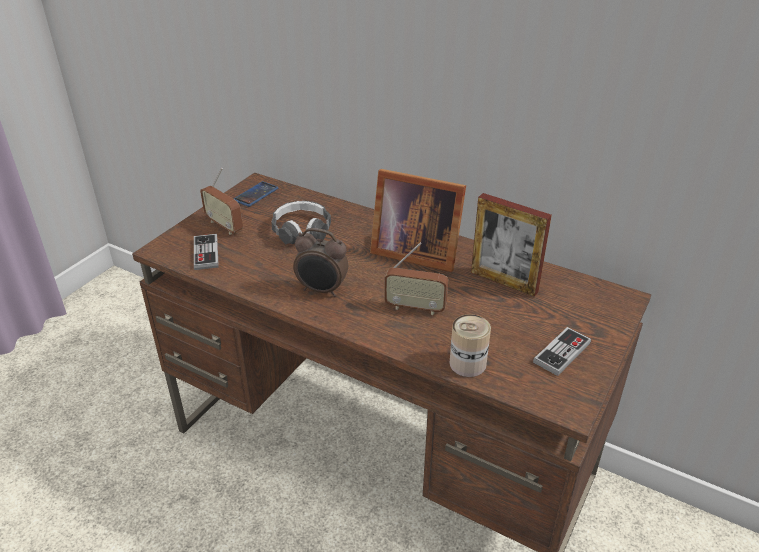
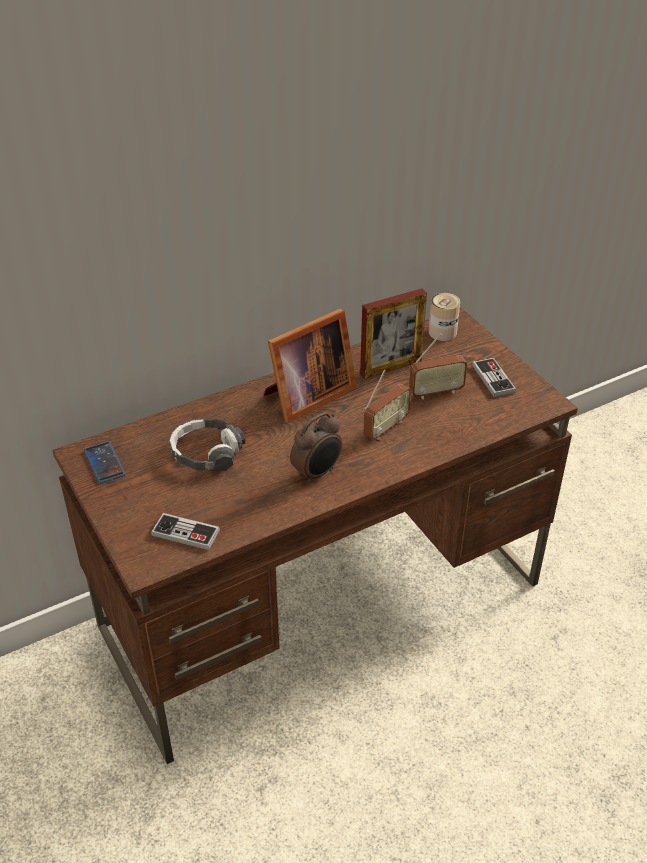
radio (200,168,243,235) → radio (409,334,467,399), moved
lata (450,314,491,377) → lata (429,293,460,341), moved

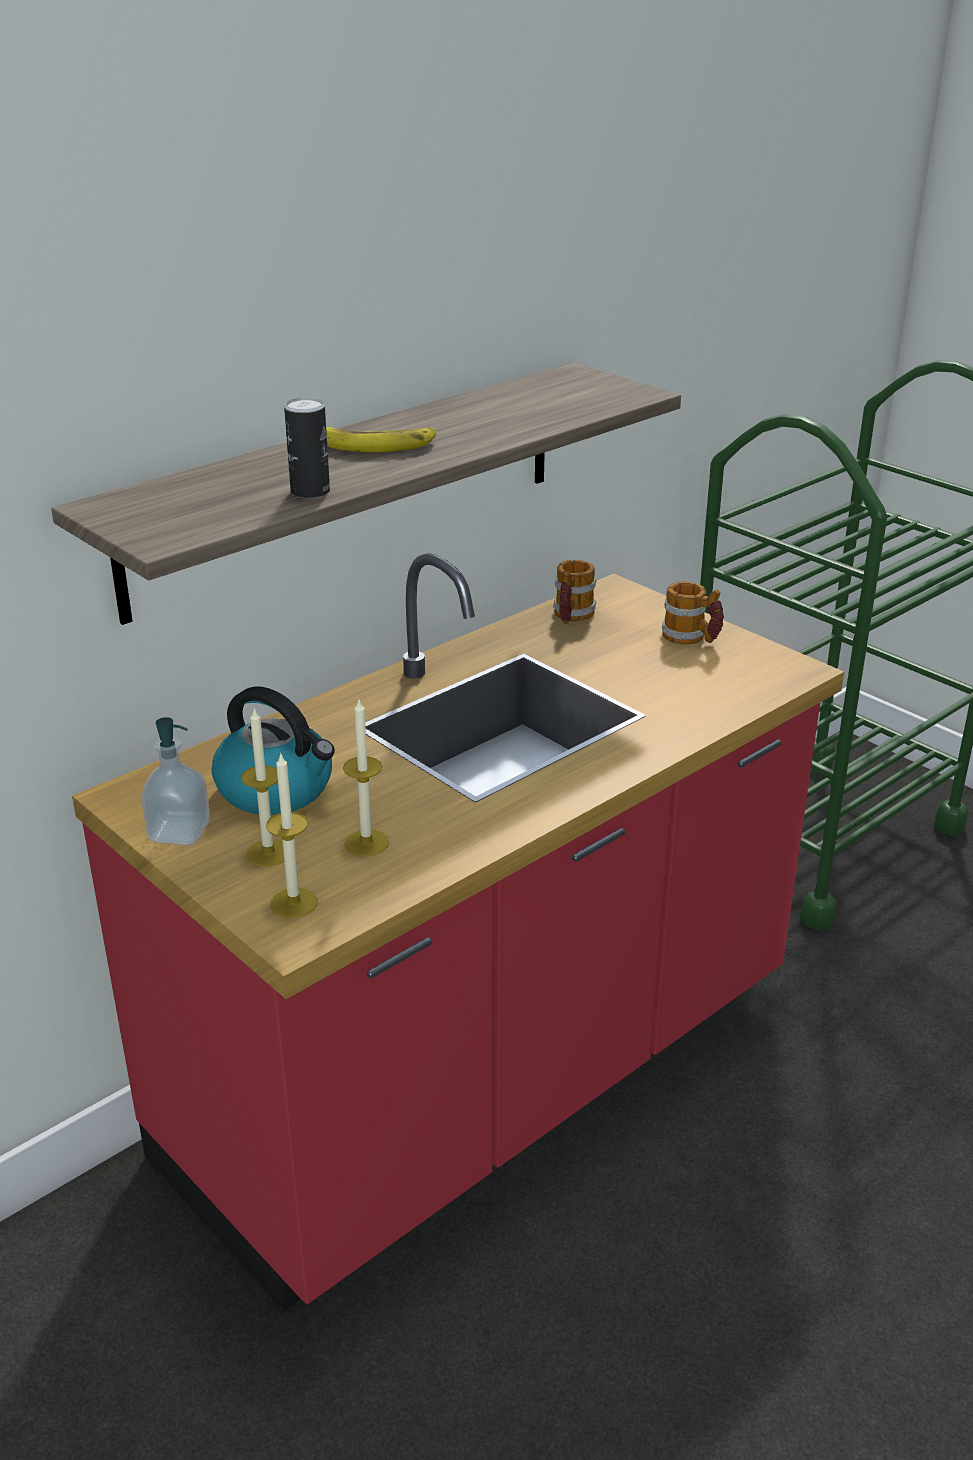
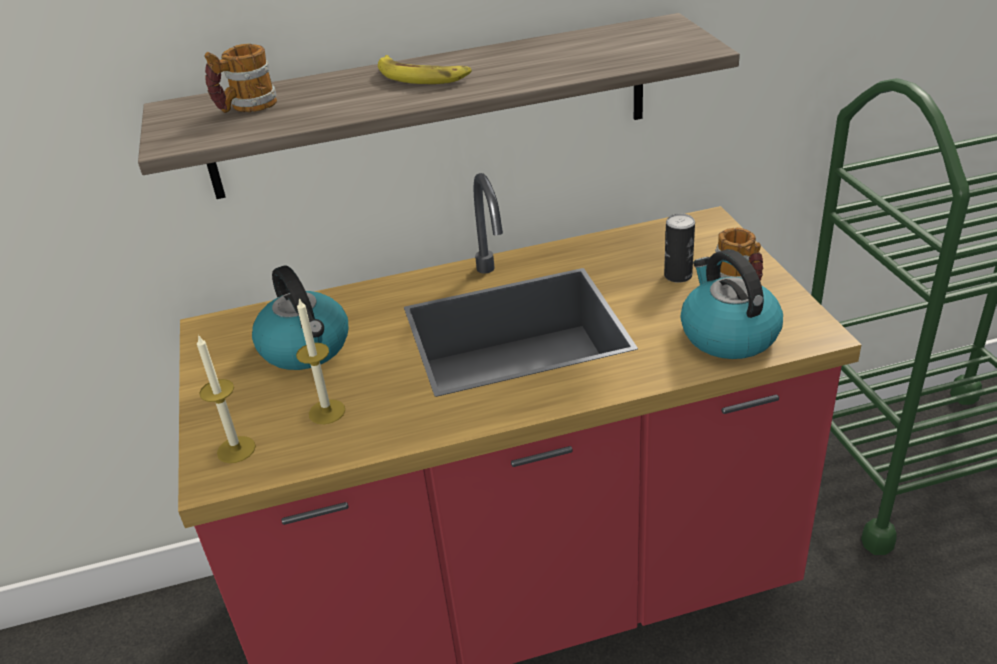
dispensador de jabón (141,717,210,845) → -
vela (241,707,284,867) → -
lata (284,398,330,498) → lata (664,214,695,283), moved
taza grande (553,560,597,624) → taza grande (204,44,277,113), moved
- → hervidor (680,249,783,359)

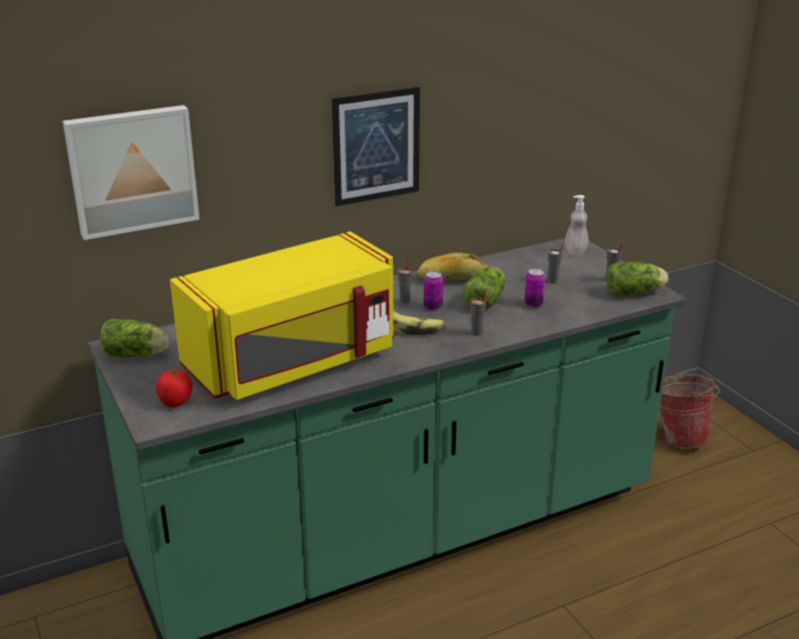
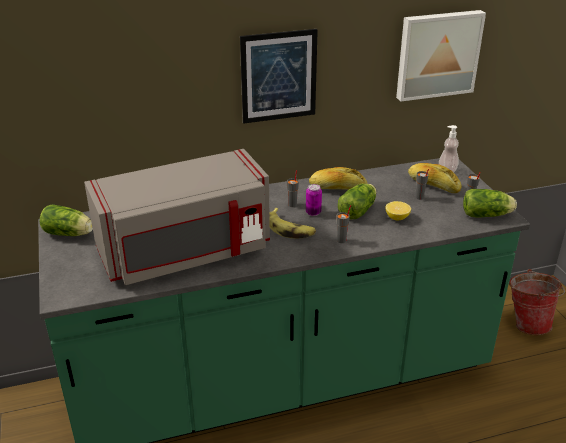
cuadro (63,105,200,240) → cuadro (396,10,486,102), moved
tomate (156,369,193,408) → -
microondas [amarillo] (170,231,394,400) → microondas [gris] (84,149,270,285)
lata (524,269,545,308) → limón (386,201,411,220)
- → pan (408,163,461,193)

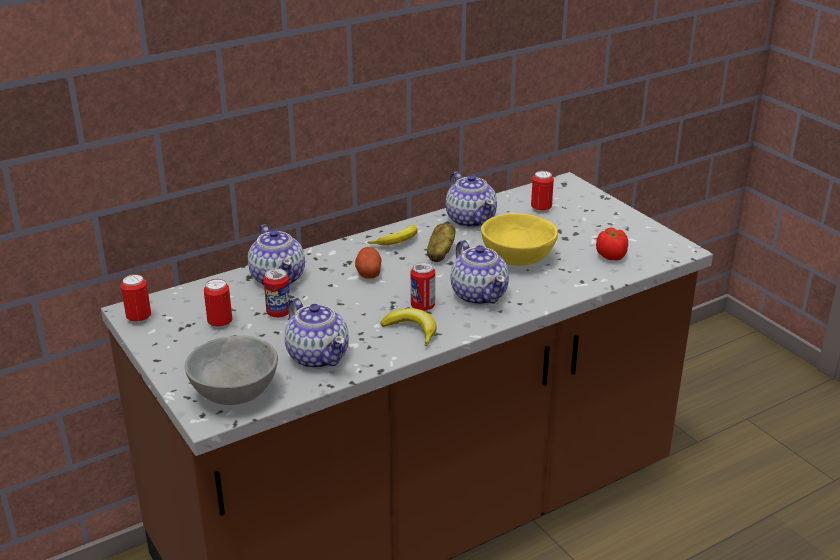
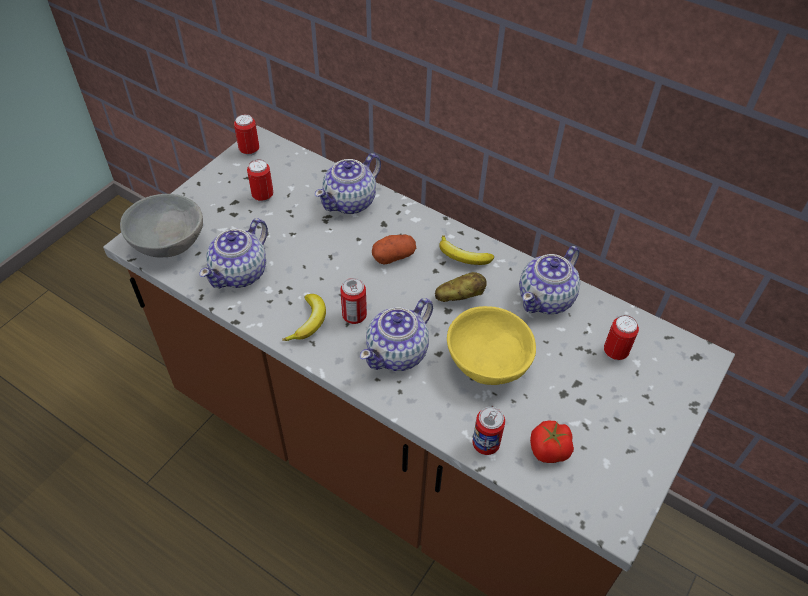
lata (264,268,290,318) → lata (472,407,505,455), moved

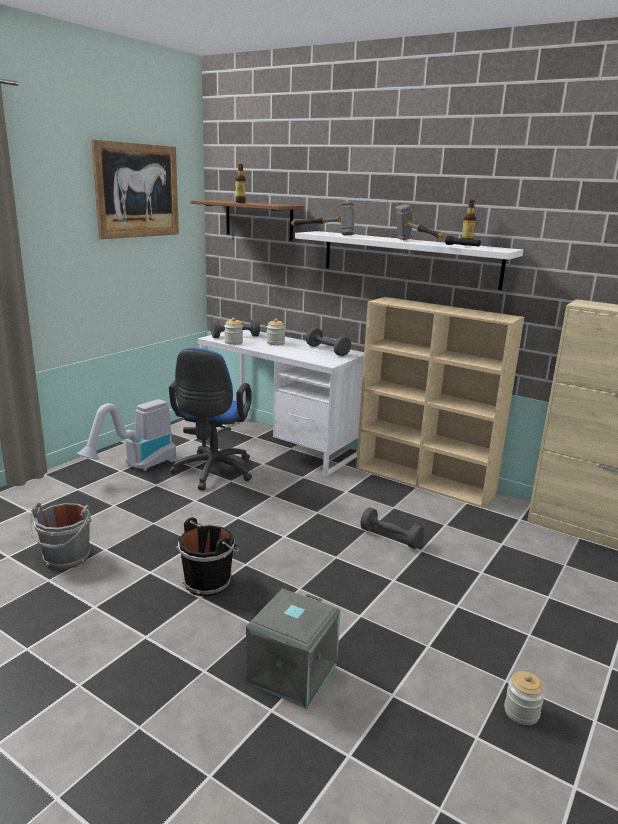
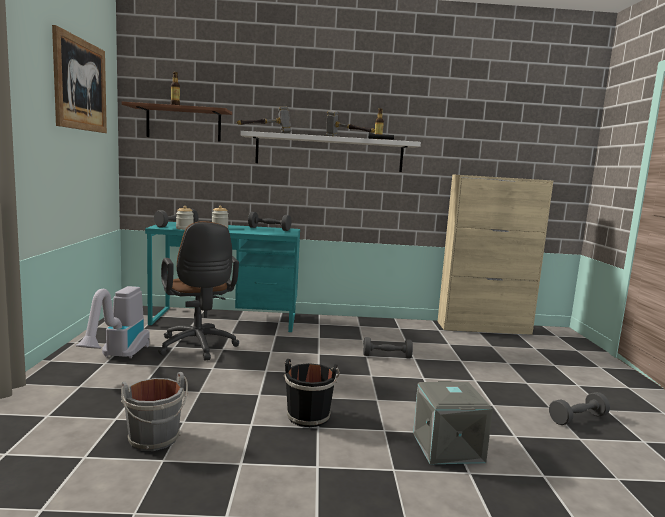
silla de oficina [azul] (169,347,252,490) → silla de oficina [marrón] (158,221,239,360)
escritorio [blanco] (198,330,364,477) → escritorio [turquesa] (145,222,300,332)
estantería [beis] (356,297,524,508) → -
tarro (504,671,545,725) → mancuerna [gris] (549,392,610,425)

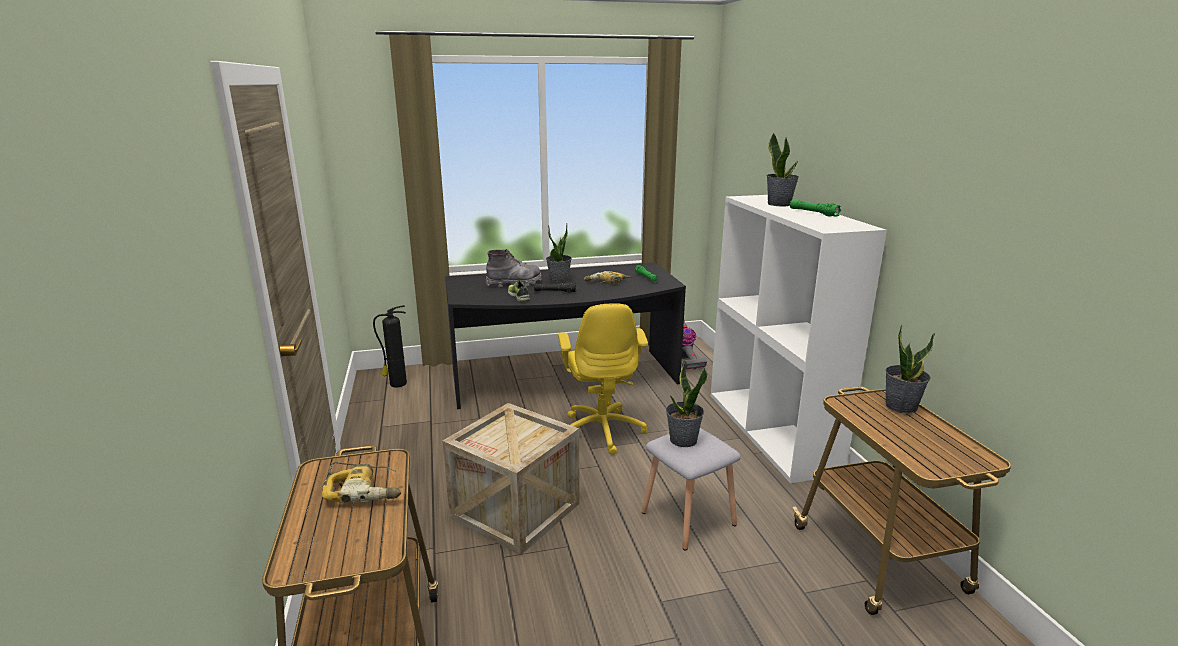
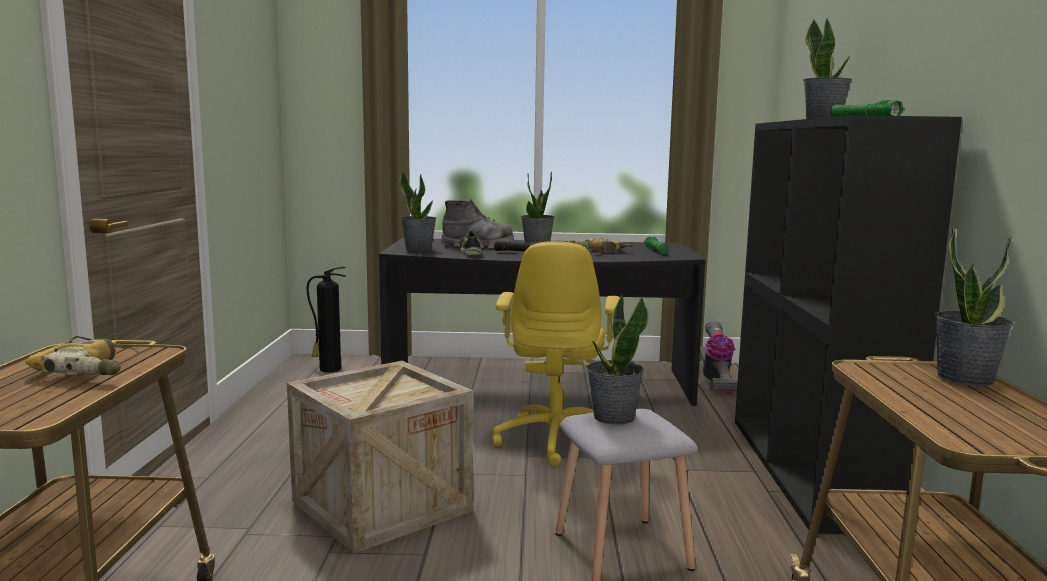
estantería [blanco] (711,195,887,483) → estantería [negro] (735,115,962,534)
- → planta en maceta (400,170,437,251)

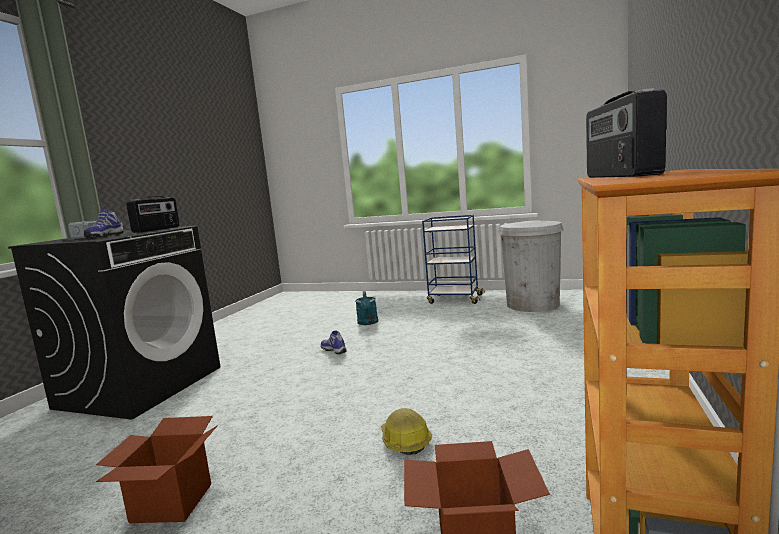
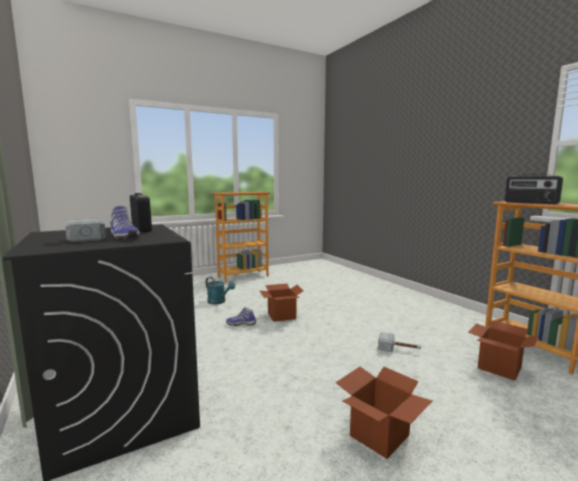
casco (381,408,432,455) → martillo (378,332,421,352)
carrito [azul] (422,215,485,304) → estantería (212,192,271,283)
papelera [blanco] (498,221,564,312) → -
- → caja de cartón (260,283,303,322)

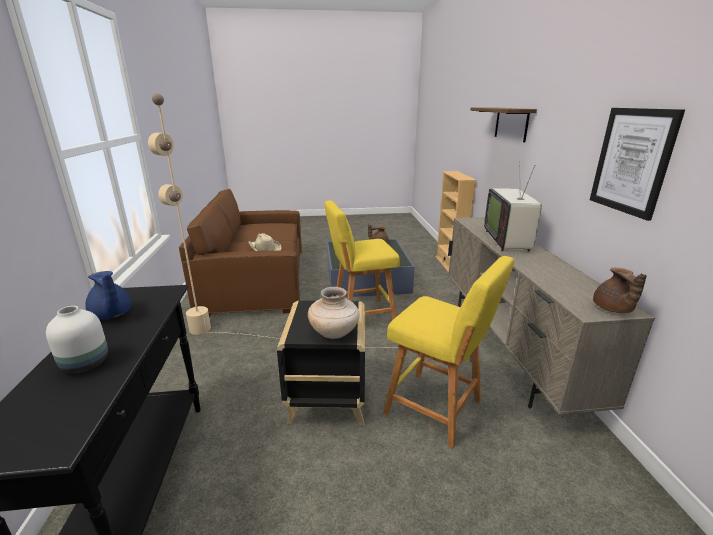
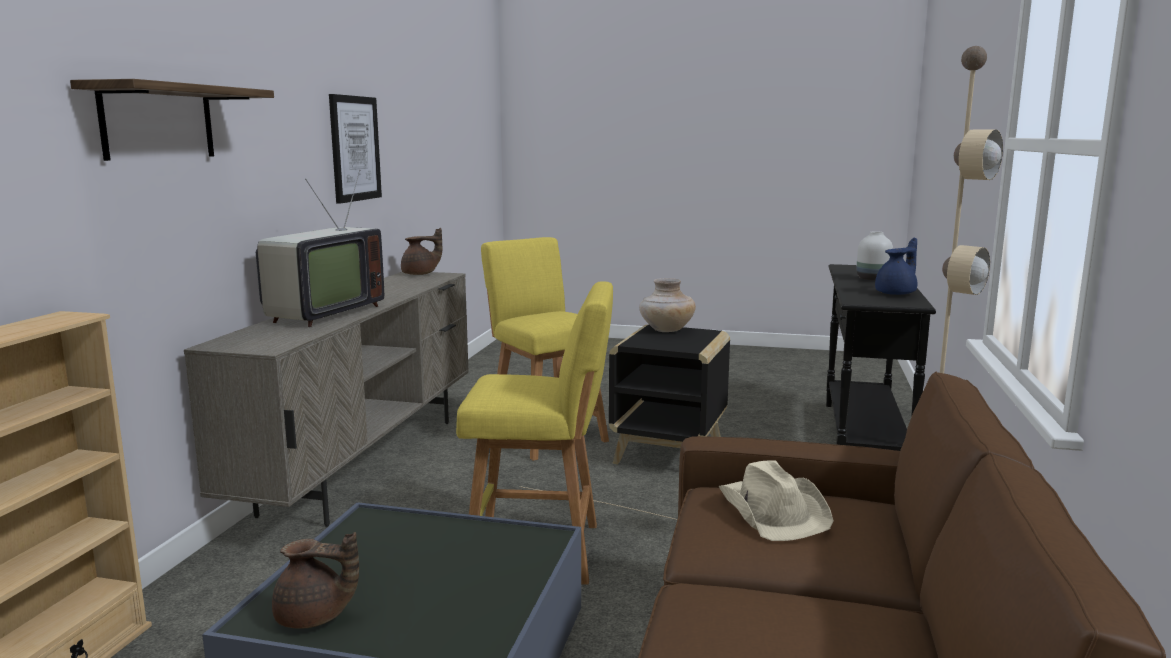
tetera [azul] (85,271,131,320) → tetera [azul] (875,238,917,295), 75 degrees clockwise
tetera [marrón] (593,268,647,313) → tetera [marrón] (401,228,442,275), 45 degrees clockwise

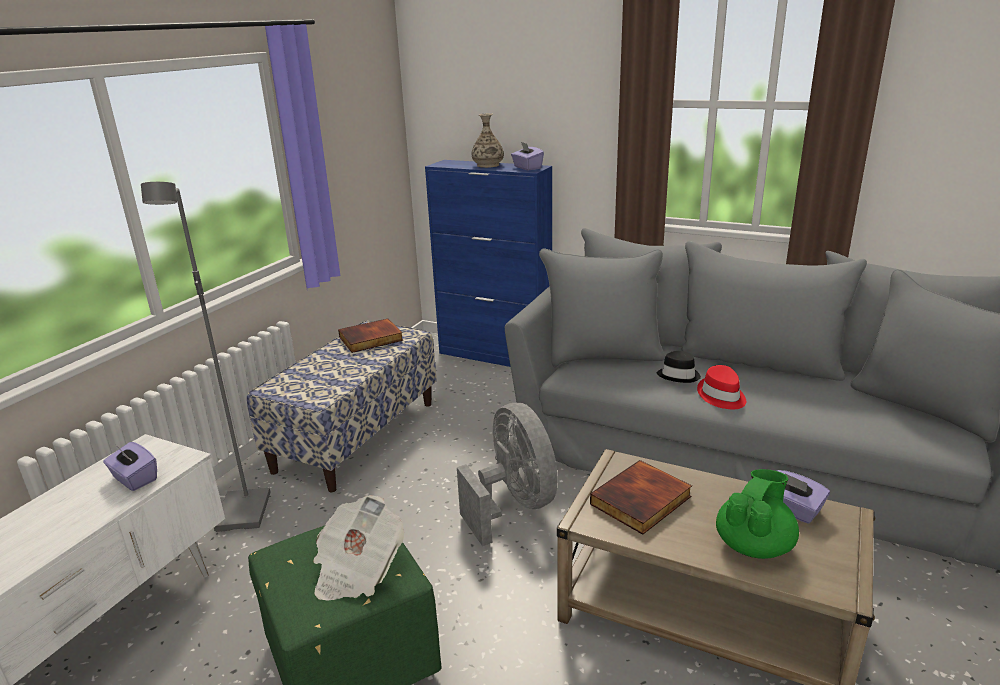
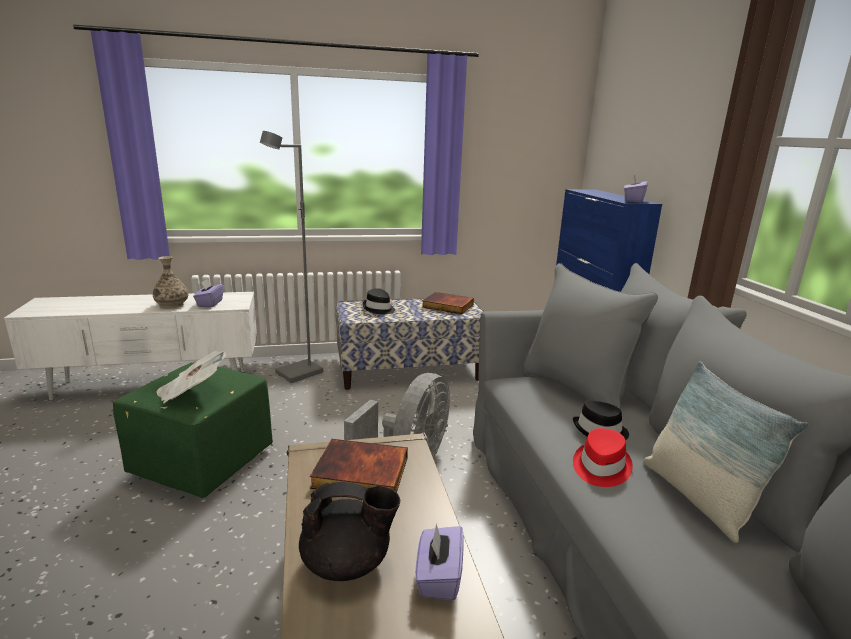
florero (471,113,504,168) → florero (153,256,188,308), moved
tetera [verde] (716,469,799,559) → tetera [negro] (299,482,400,581)
- → sombrero [negro] (362,288,395,314)
- → cojín (643,362,808,543)

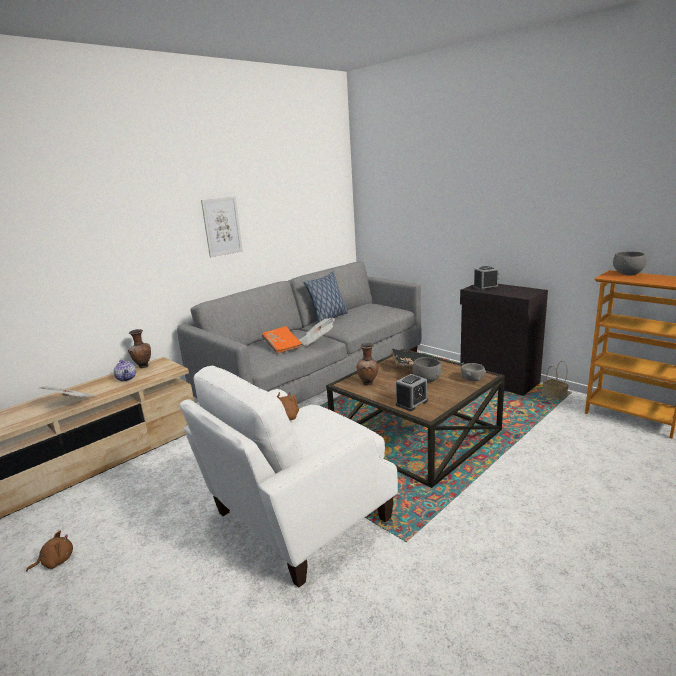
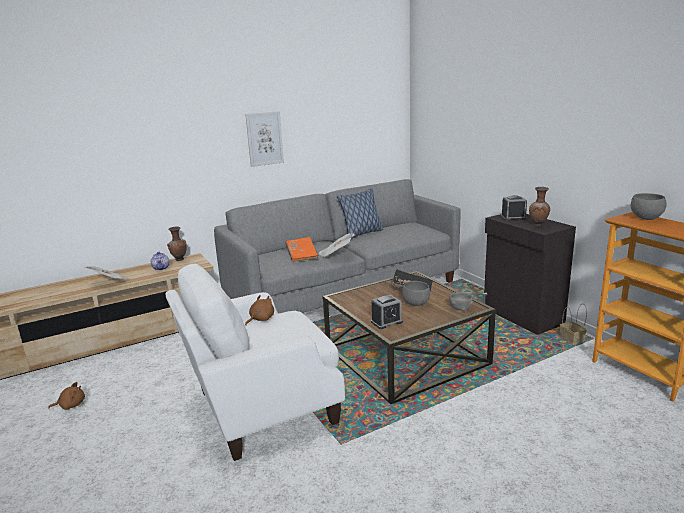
florero [marrón] (357,342,378,386) → florero [marrón] (529,187,550,226), moved

